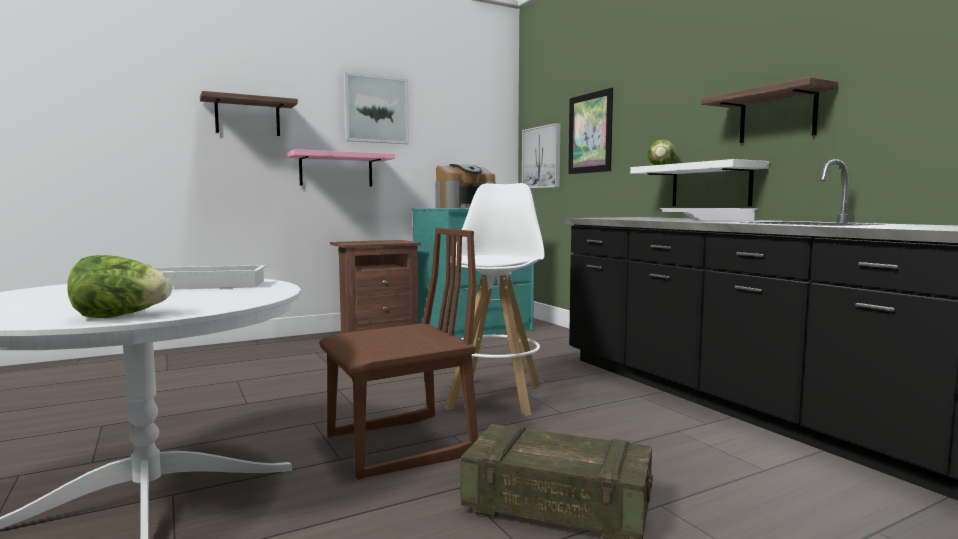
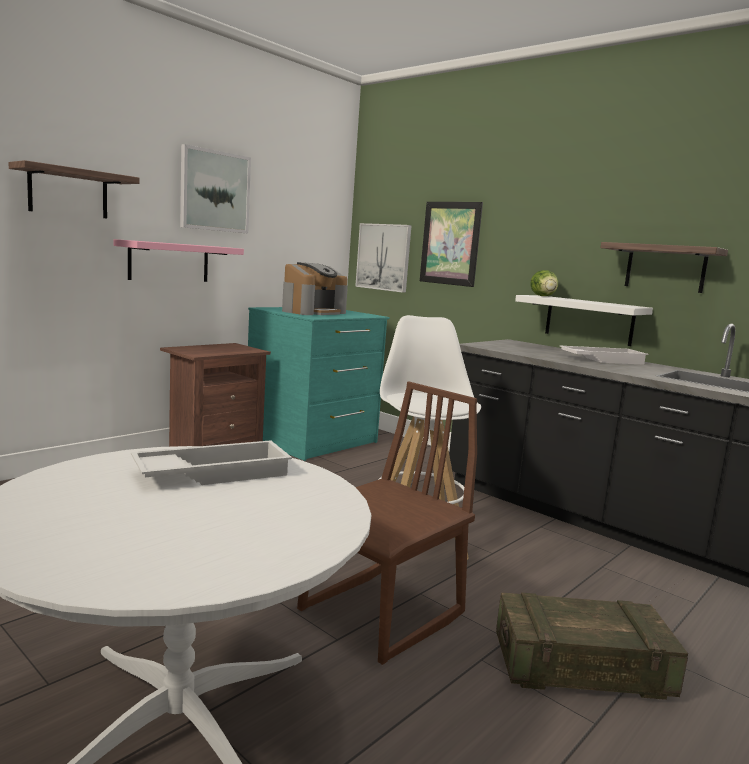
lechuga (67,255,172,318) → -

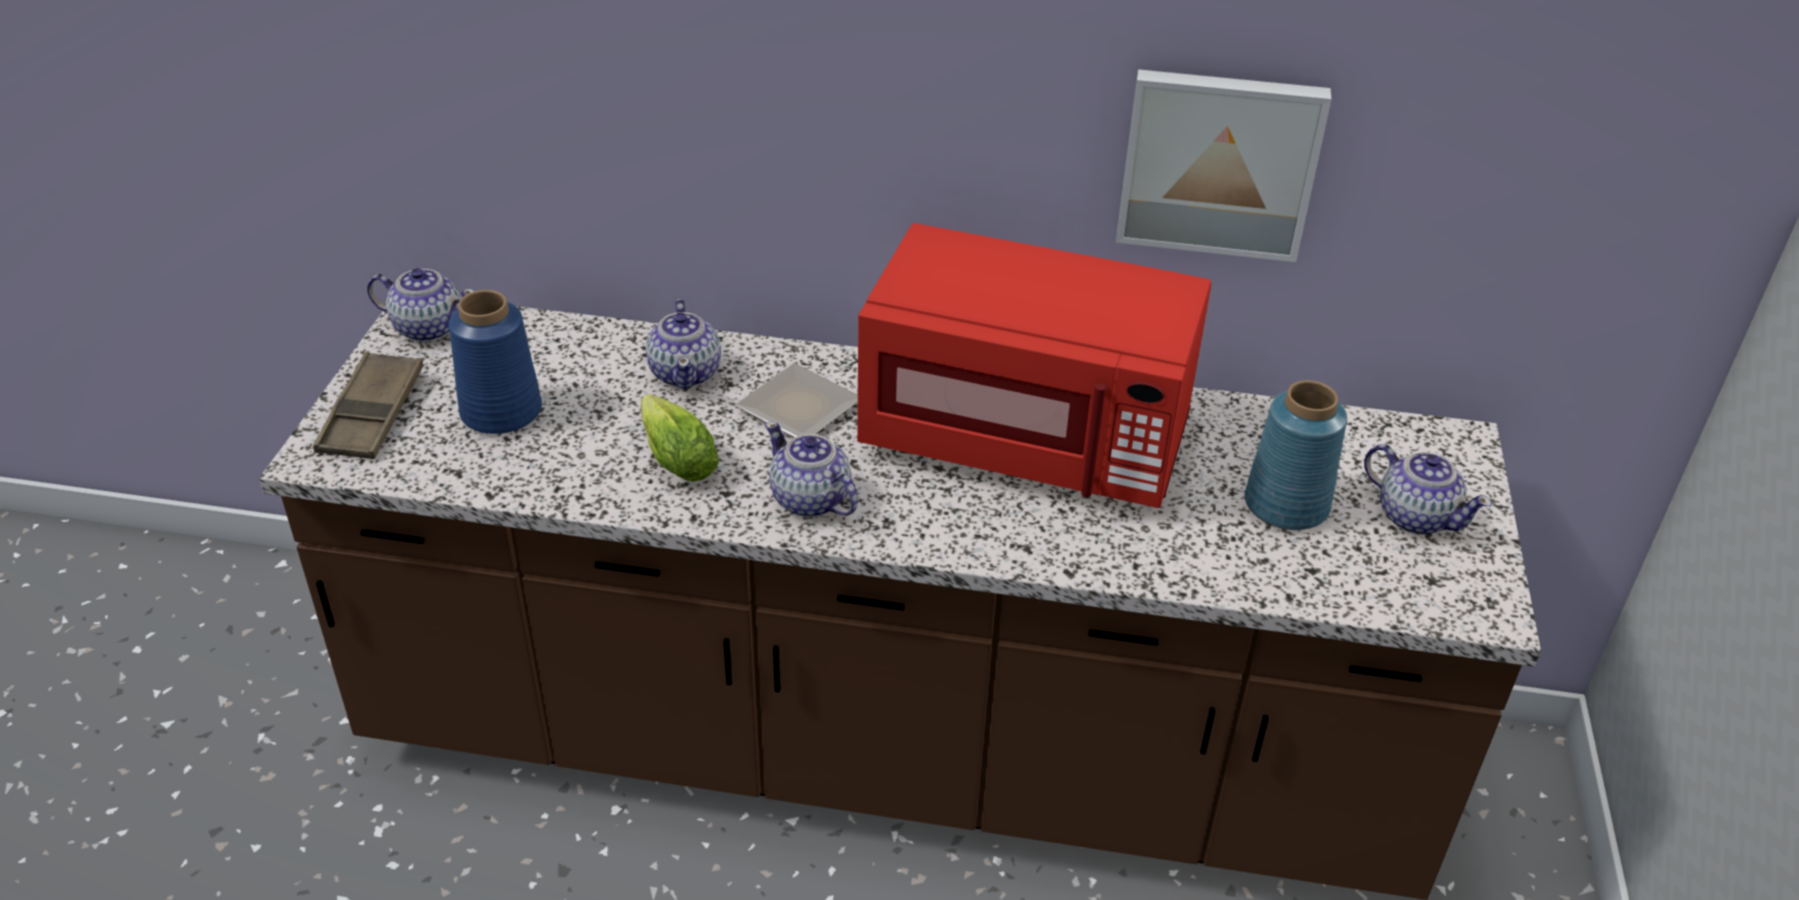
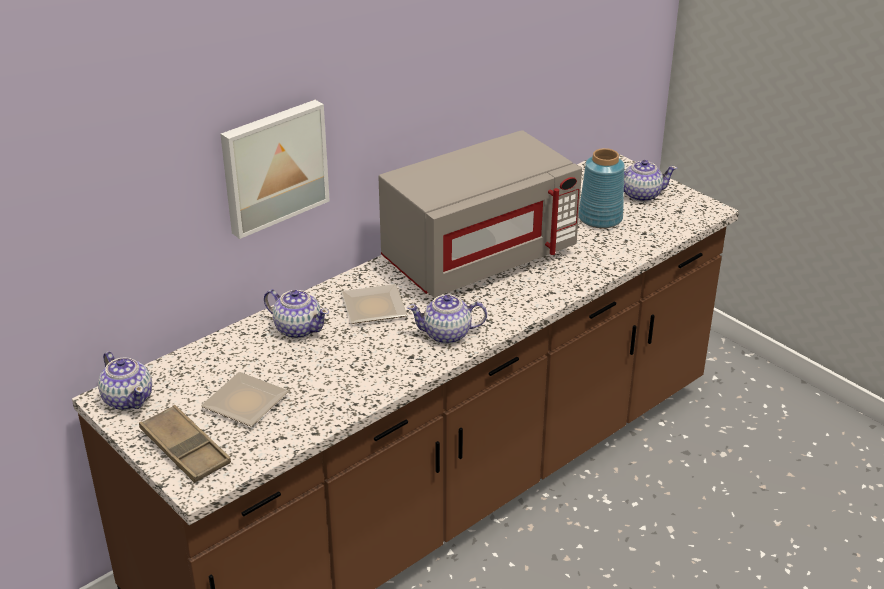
tetera (367,268,474,342) → tetera (98,351,152,411), 90 degrees clockwise
florero [azul] (449,290,542,434) → plato (201,372,289,427)
lechuga (641,394,719,482) → -
microondas [rojo] (857,223,1211,508) → microondas [gris] (378,130,582,297)
cuadro (1116,69,1331,262) → cuadro (220,100,330,239), moved

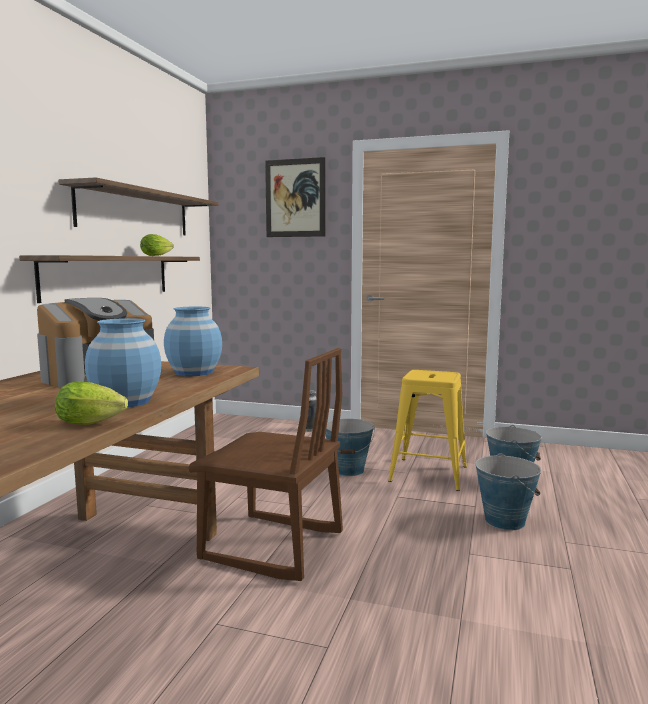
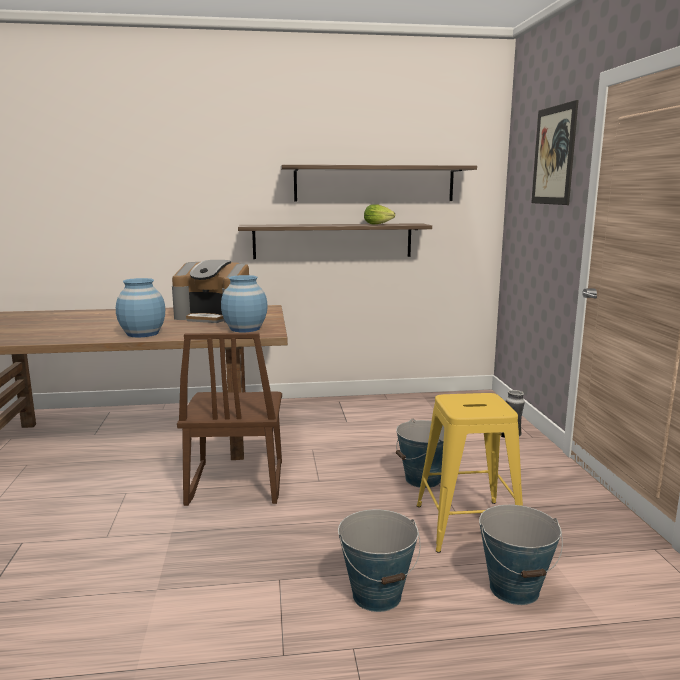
lechuga (55,382,128,425) → -

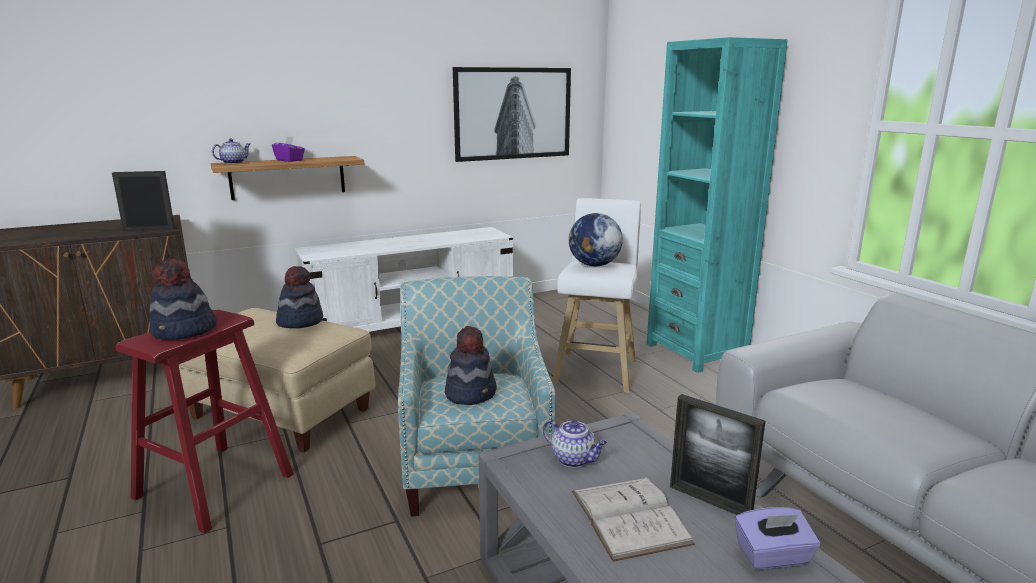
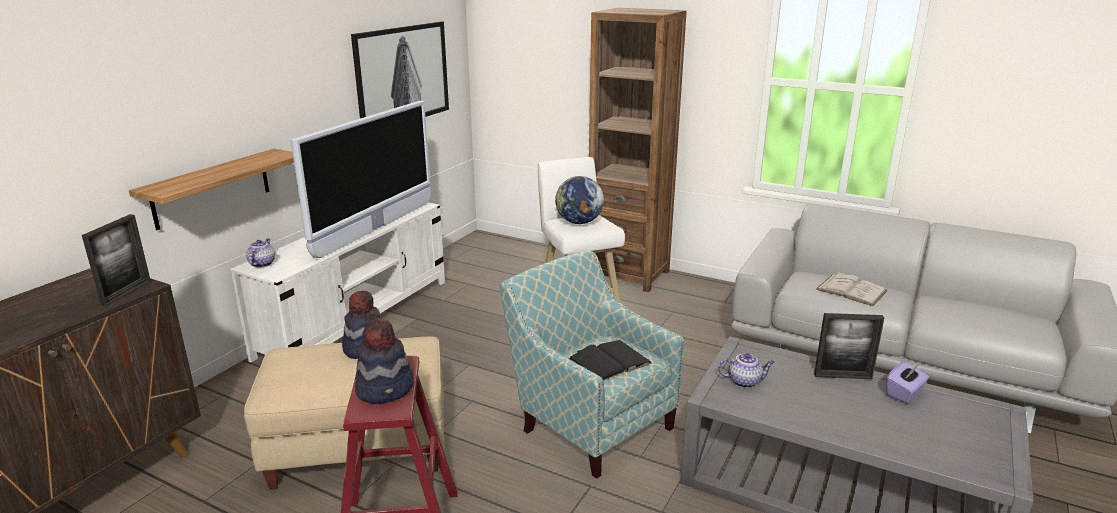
portarretratos (112,171,175,231) → portarretratos (82,214,151,306), 150 degrees clockwise
tetera (212,138,250,164) → tetera (246,238,275,268), moved
caja de pañuelos [morado] (272,136,305,162) → -
sombrero (445,326,496,405) → libro [negro] (568,340,652,381)
libro [blanco] (572,477,695,562) → libro [blanco] (816,272,888,306), moved
estantería [turquesa] (647,37,788,373) → estantería [marrón] (589,8,687,292)
- → televisor (291,101,431,258)

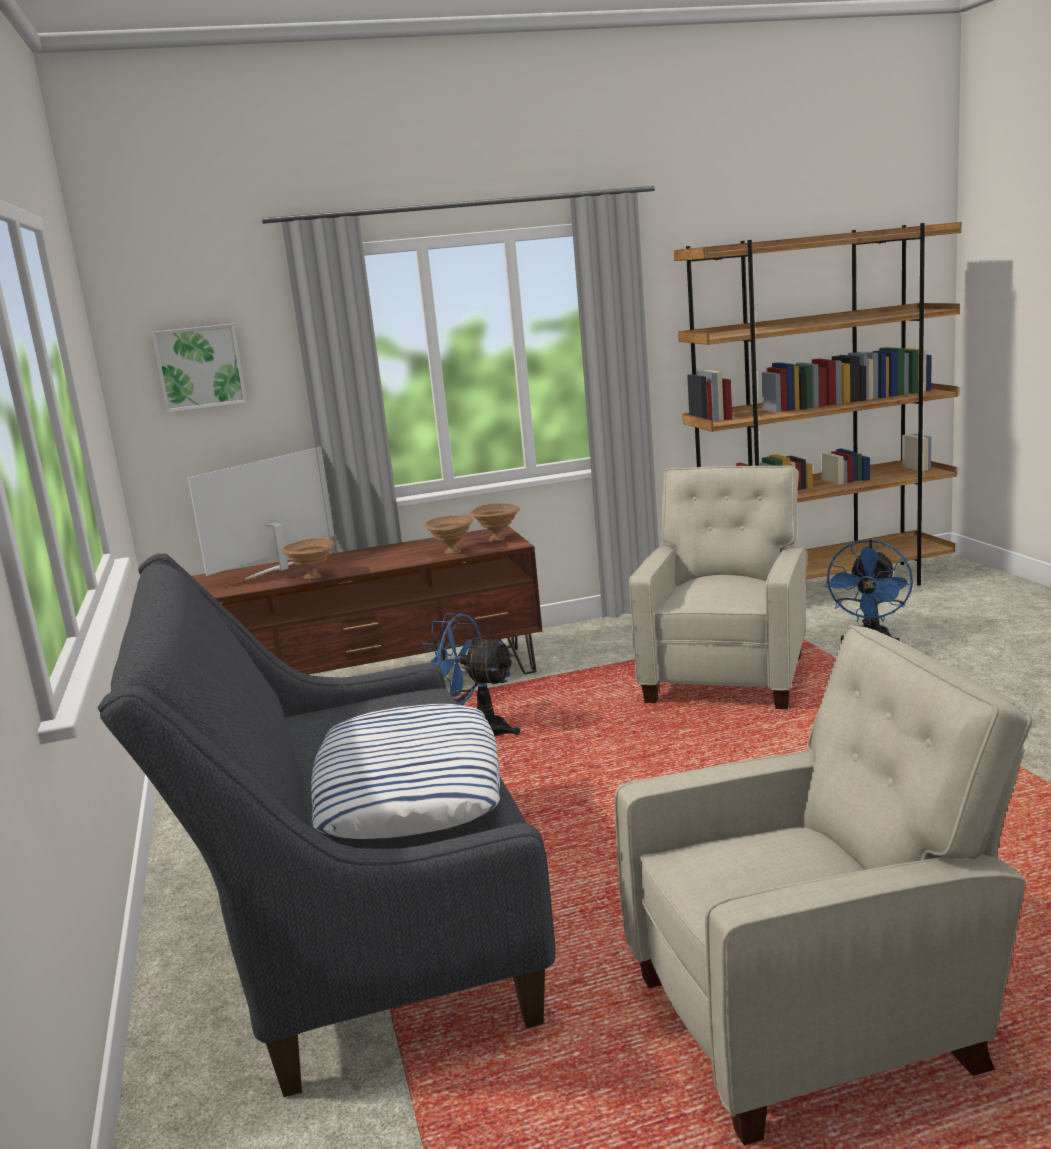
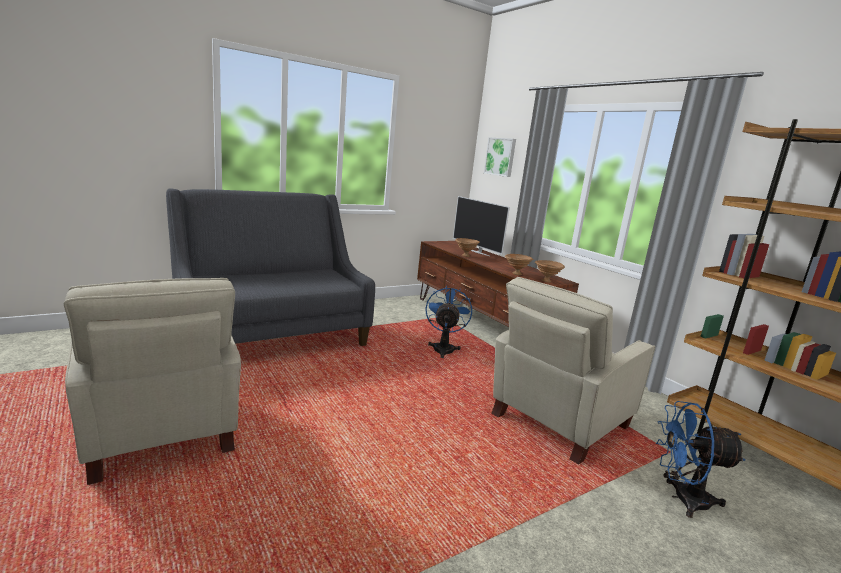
televisor (188,447,335,580) → televisor (453,196,510,256), 150 degrees counterclockwise
cojín (311,704,500,839) → -
sillón [beis] (629,466,806,709) → sillón [beis] (491,277,655,465), 135 degrees clockwise

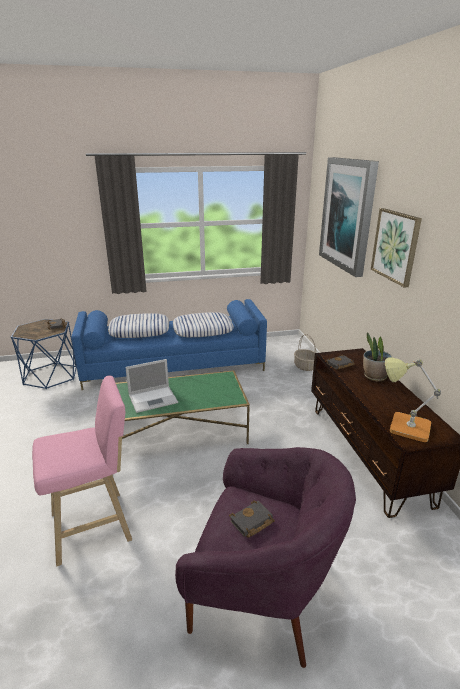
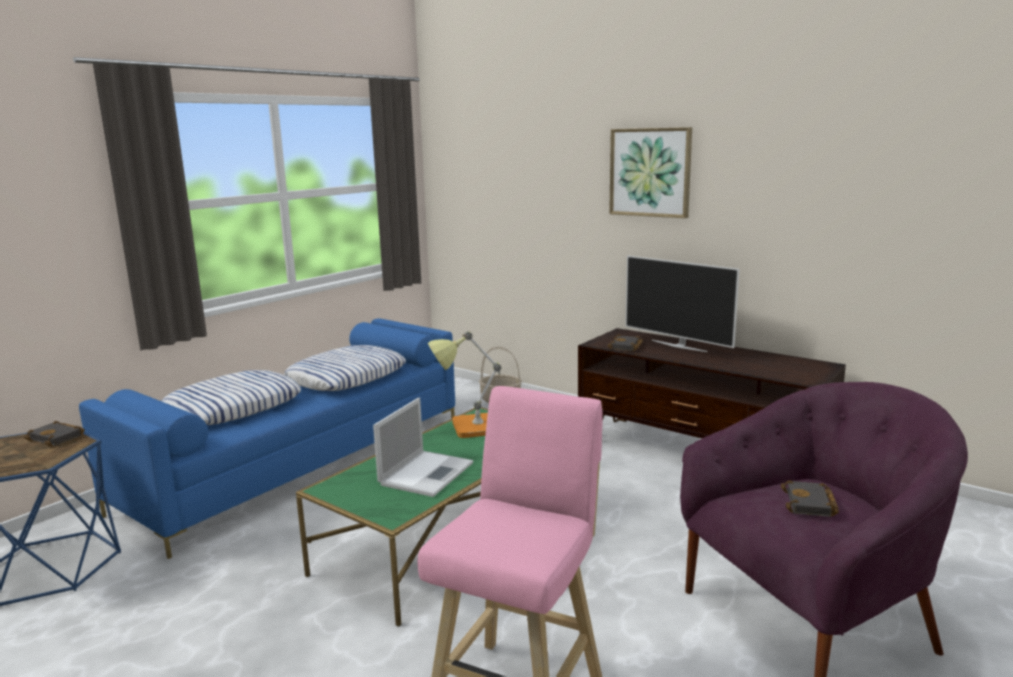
cuadro (319,157,379,277) → -
planta en maceta (363,332,392,381) → televisor (625,255,739,352)
lámpara de mesa (385,357,441,442) → lámpara de mesa (428,331,501,438), moved

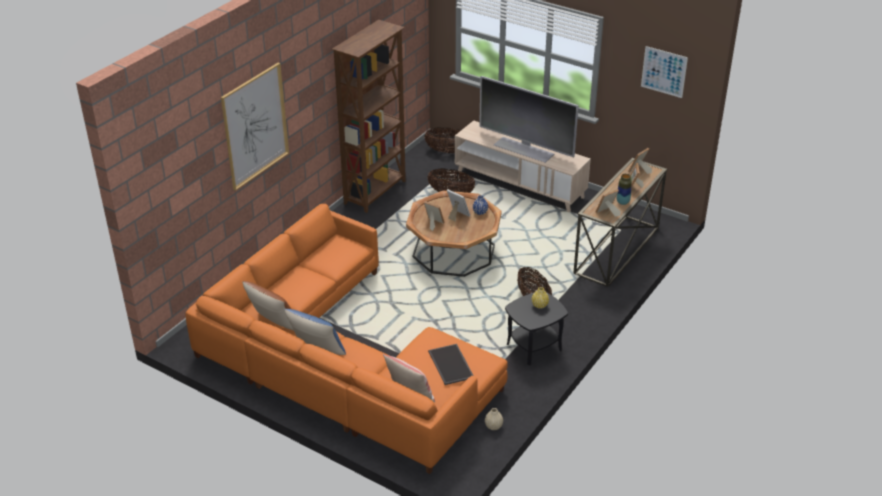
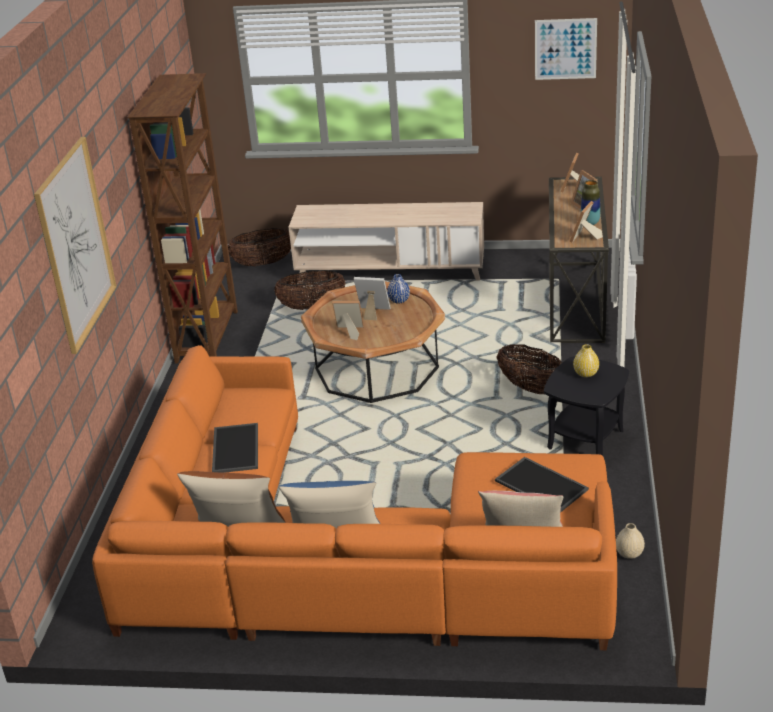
televisor (479,76,579,163) → -
- → bandeja (212,423,258,473)

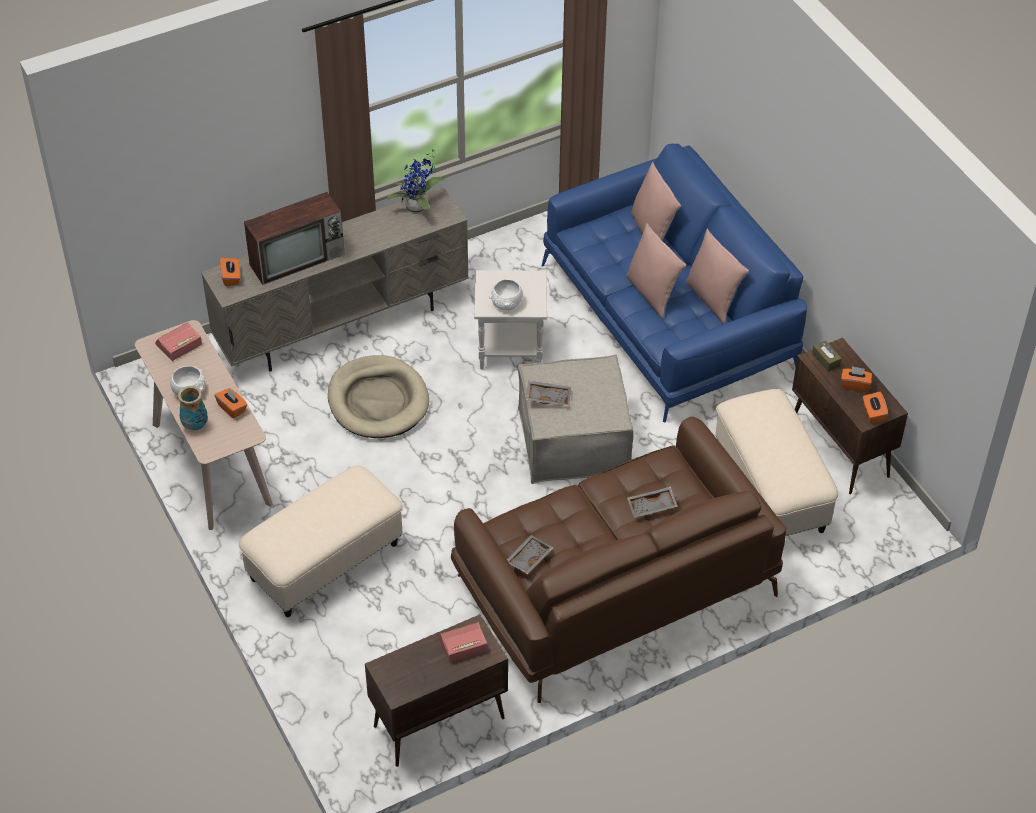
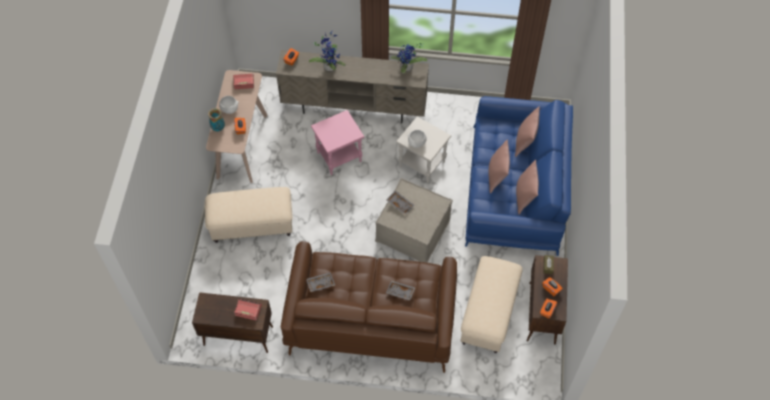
televisor (244,192,345,285) → planta en maceta (309,32,346,72)
cama para perro [beis] (328,355,429,438) → mesa auxiliar [rosa] (311,110,365,175)

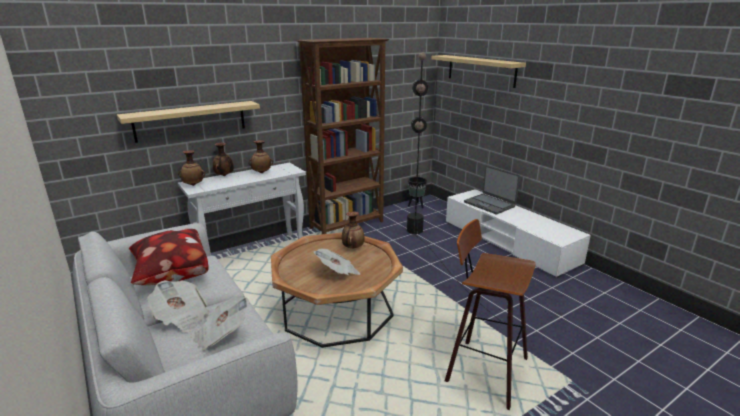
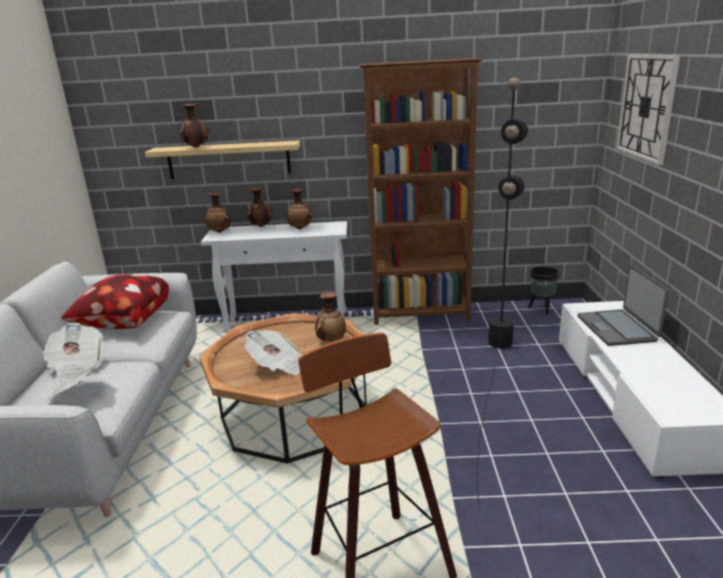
estante (431,55,526,88) → reloj de pared (616,54,680,165)
- → florero (179,104,209,148)

